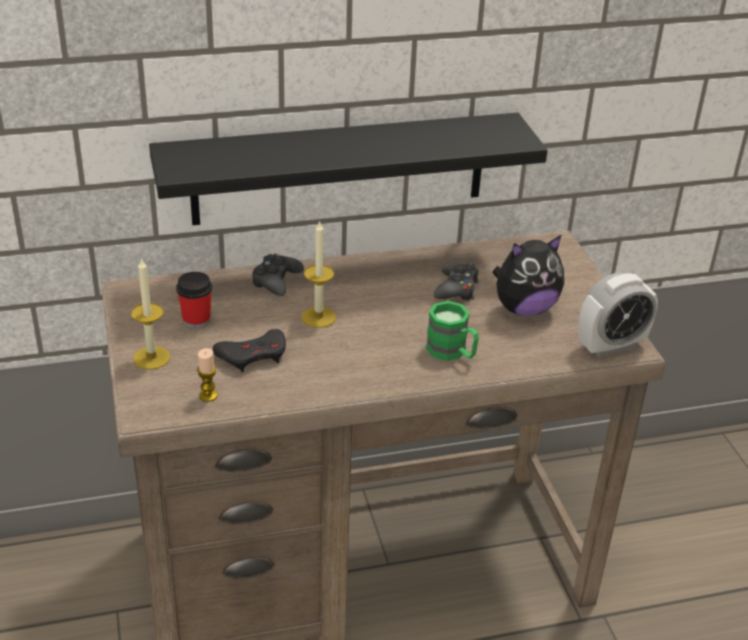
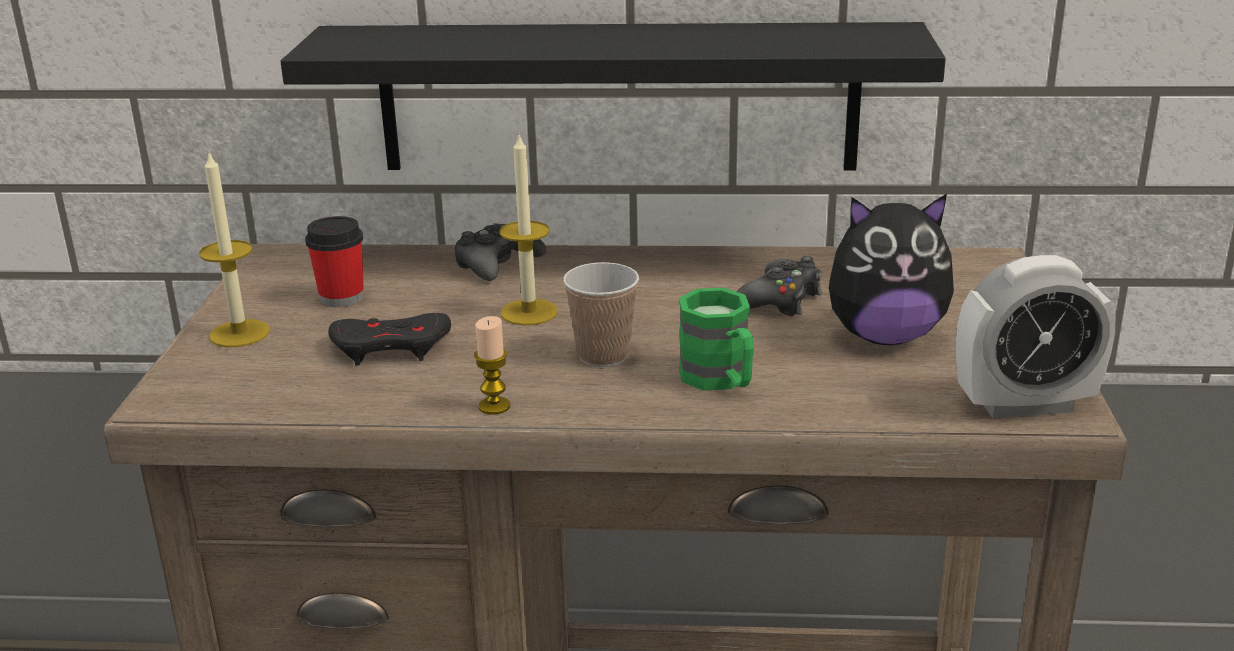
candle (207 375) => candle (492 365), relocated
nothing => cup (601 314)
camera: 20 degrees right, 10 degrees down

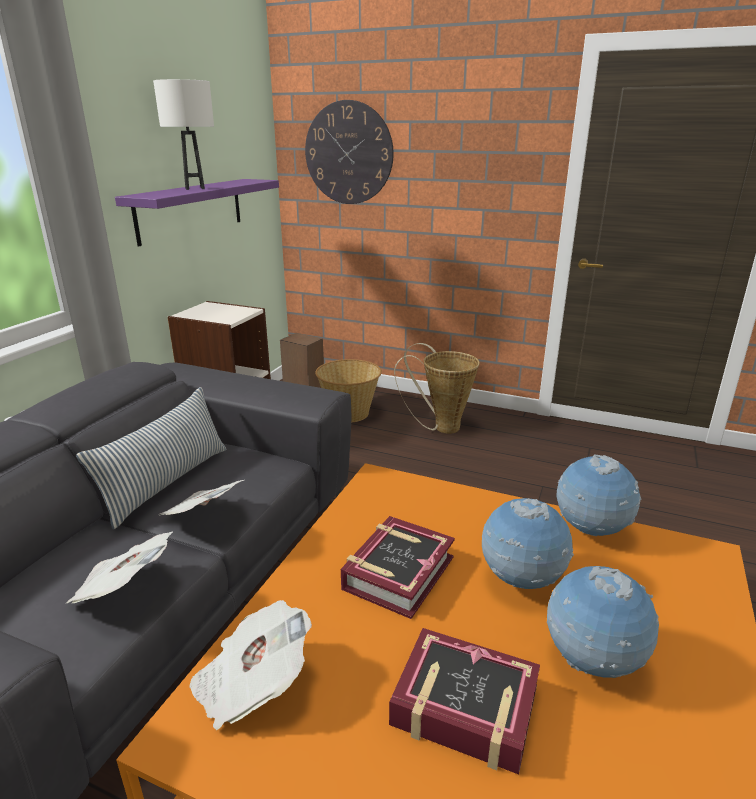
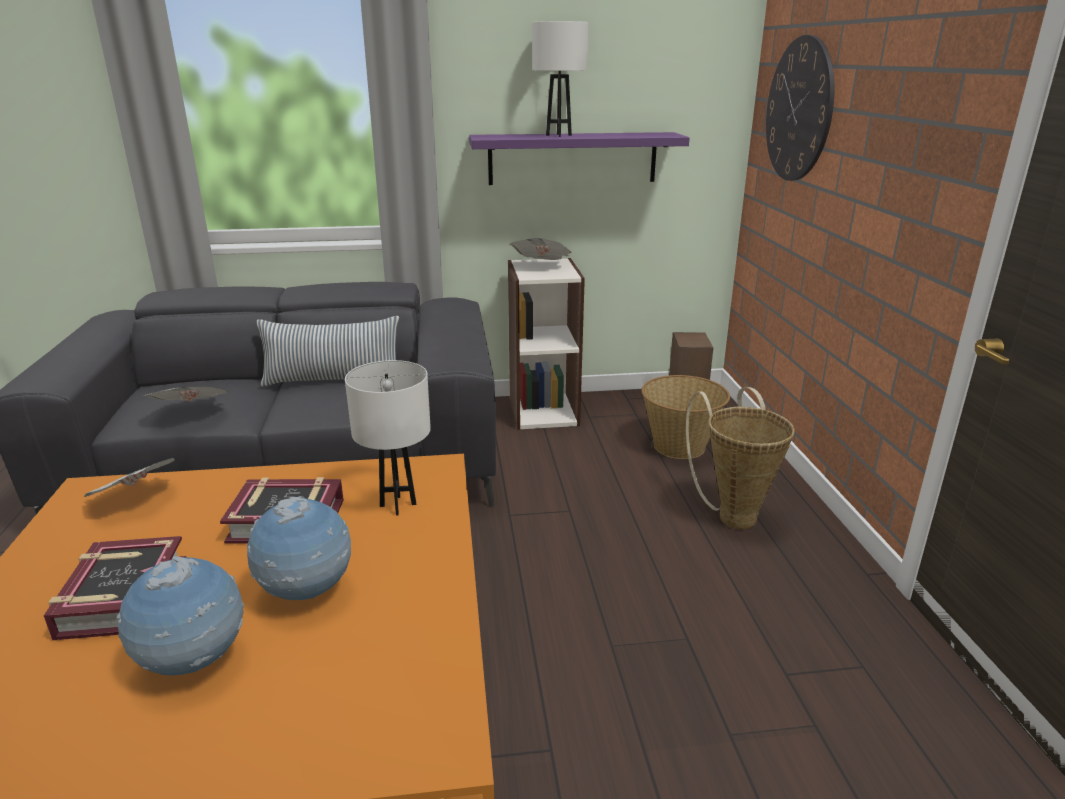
nothing => white_table_lamp (388 437)
newspaper (201 497) => newspaper (540 249), relocated
globe (598 495) => nothing
camera: 60 degrees right, 0 degrees up

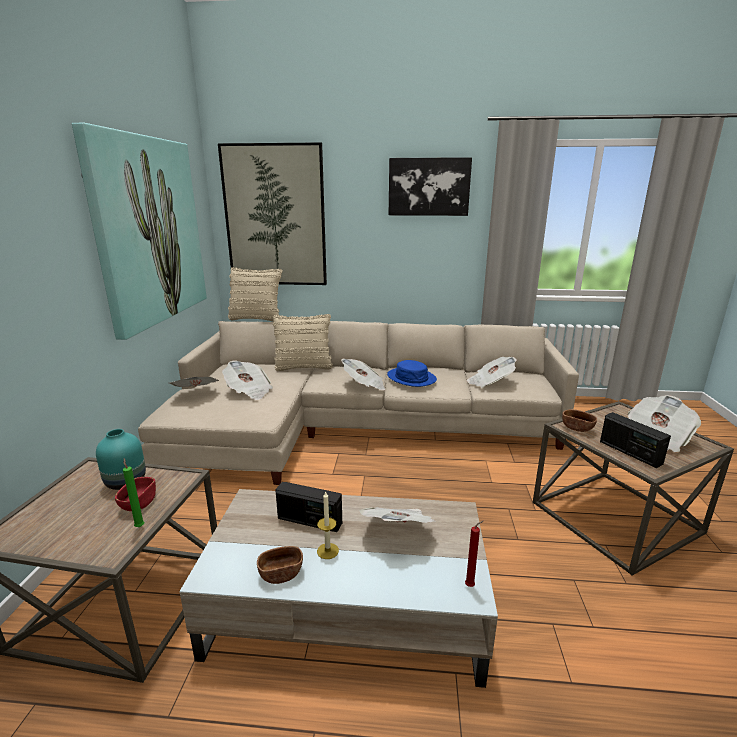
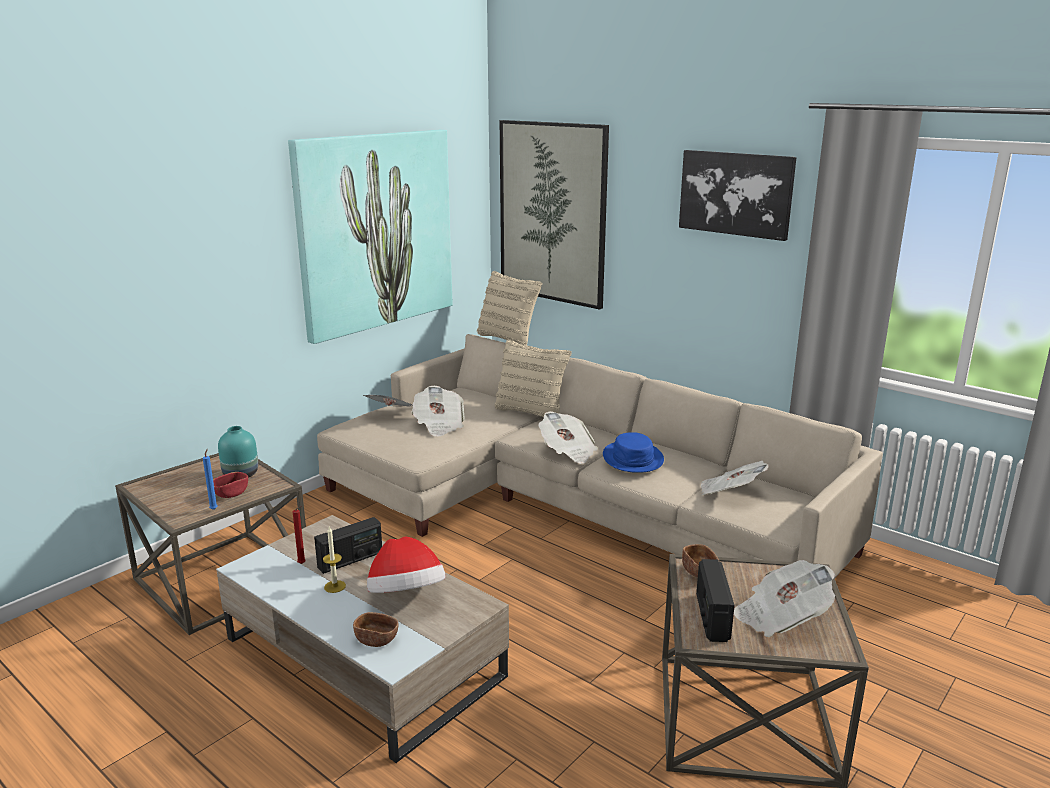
green_candle (133 492) => blue_candle (210 479)
red_candle (474 553) => red_candle (299 535), relocated
radio (309 507) => radio (348 545), 90 degrees counterclockwise
brown_bowl (280 565) => brown_bowl (375 629), relocated
newspaper (397 515) => hat (406 565)
camera: 35 degrees right, 0 degrees up

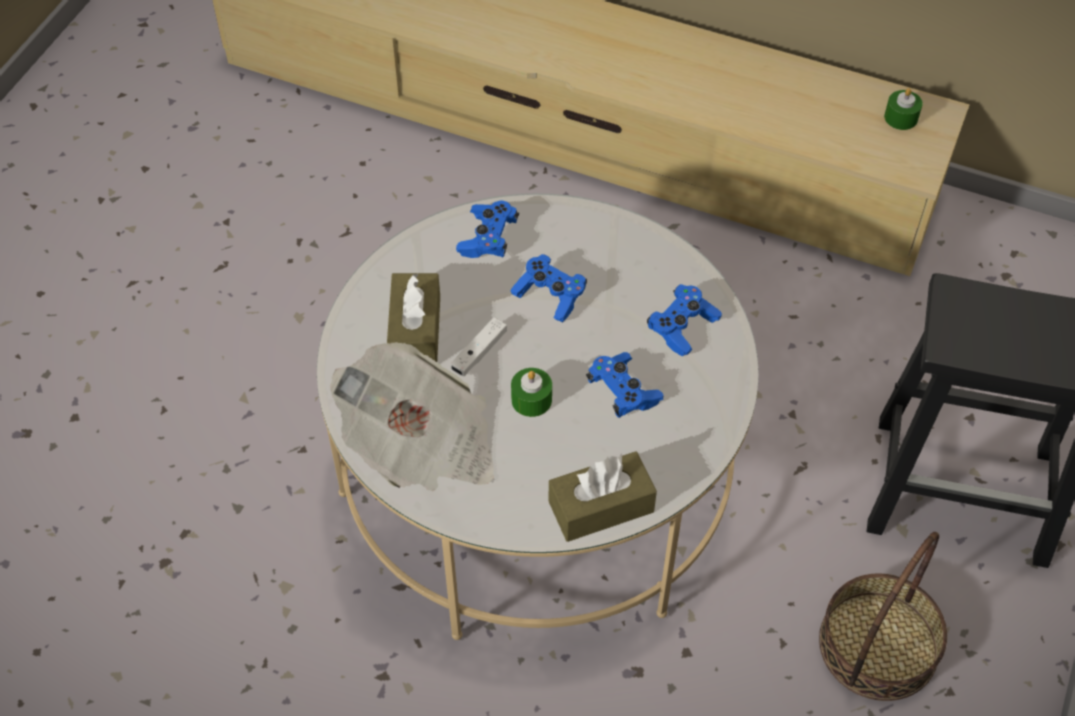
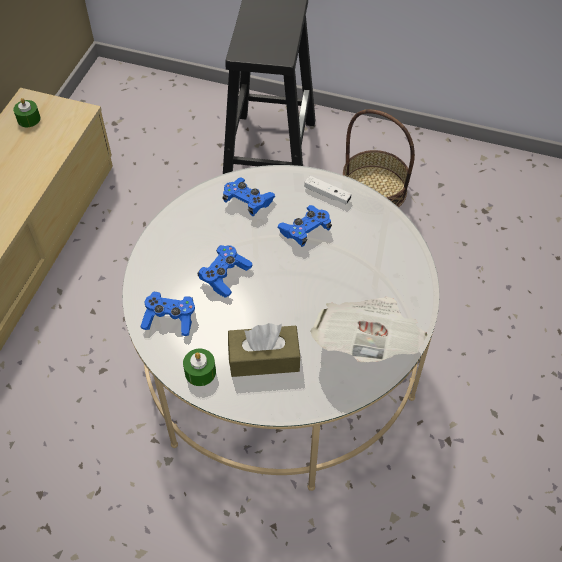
green_candle (531 392) => green_candle (199 367), relocated
white_game_controller (478 346) => white_game_controller (327 190), relocated
brown_tissue_box (603 496) => nothing
camera: 95 degrees left, 0 degrees up

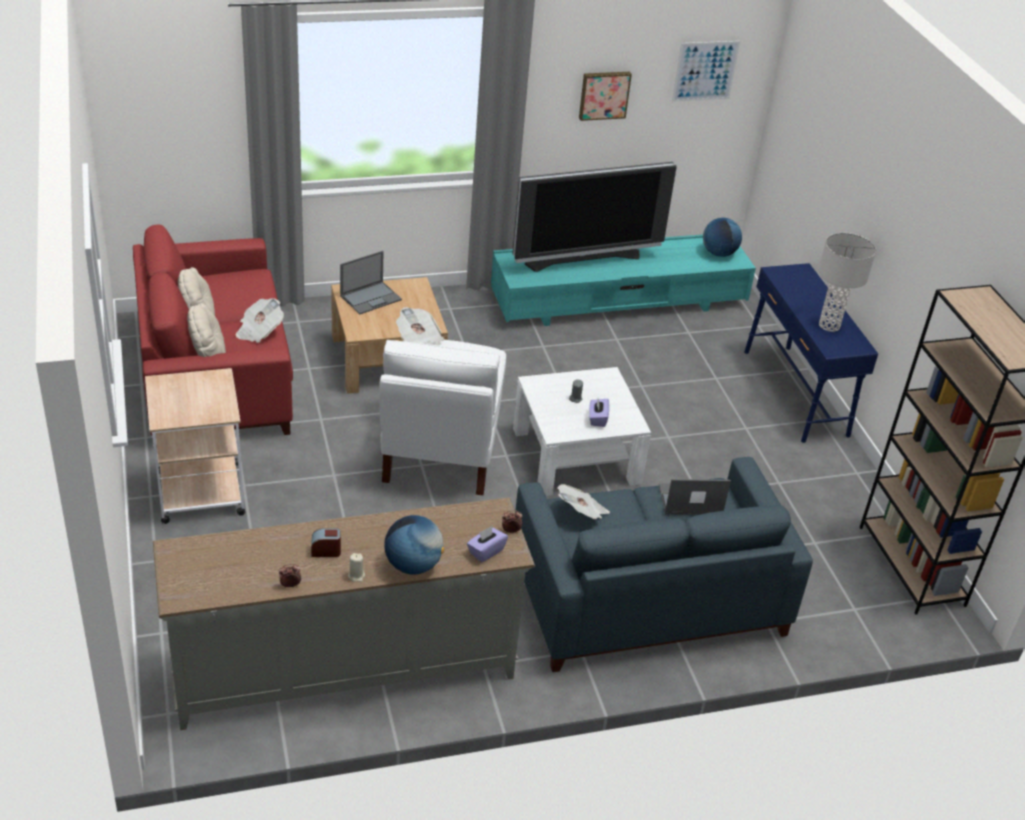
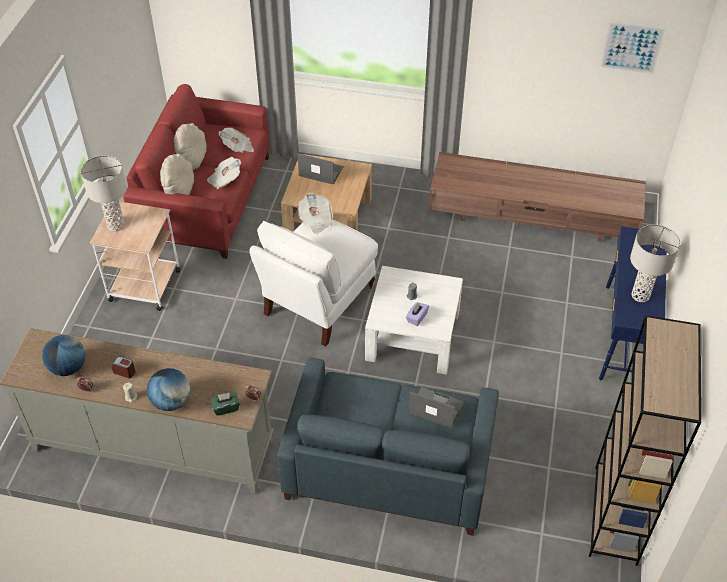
globe (722 237) => globe (63 355), relocated
nothing => white_table_lamp (104 193)
purple_tissue_box (487 544) => green_tissue_box (225 404)
newspaper (584 501) => newspaper (236 140), relocated
laptop (371 282) => laptop (320 169), 150 degrees counterclockwise
turquoise_tv_stand (623 280) => brown_tv_stand (537 197)
television (594 217) => nothing
picture (605 96) => nothing
camera: 30 degrees right, 10 degrees up

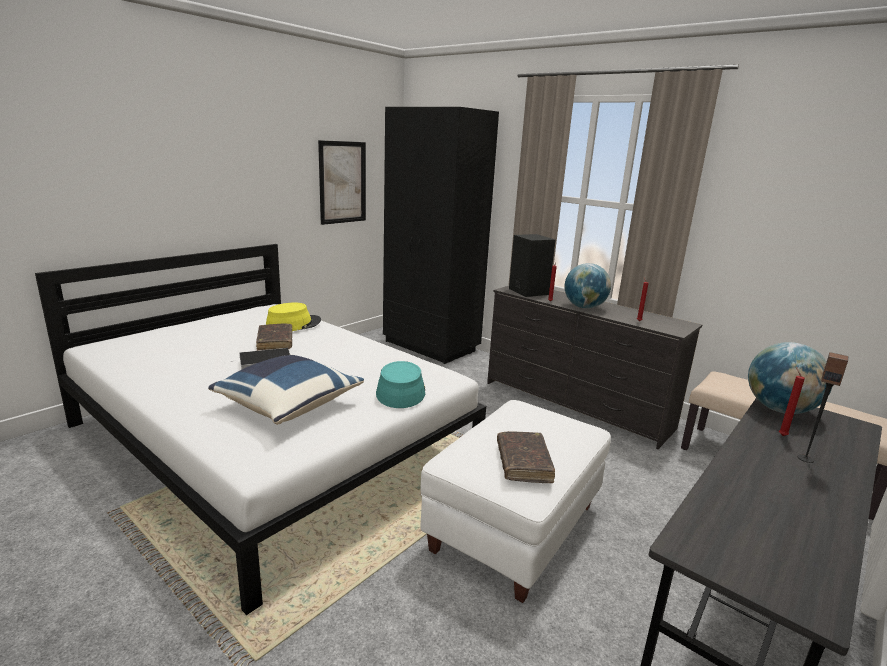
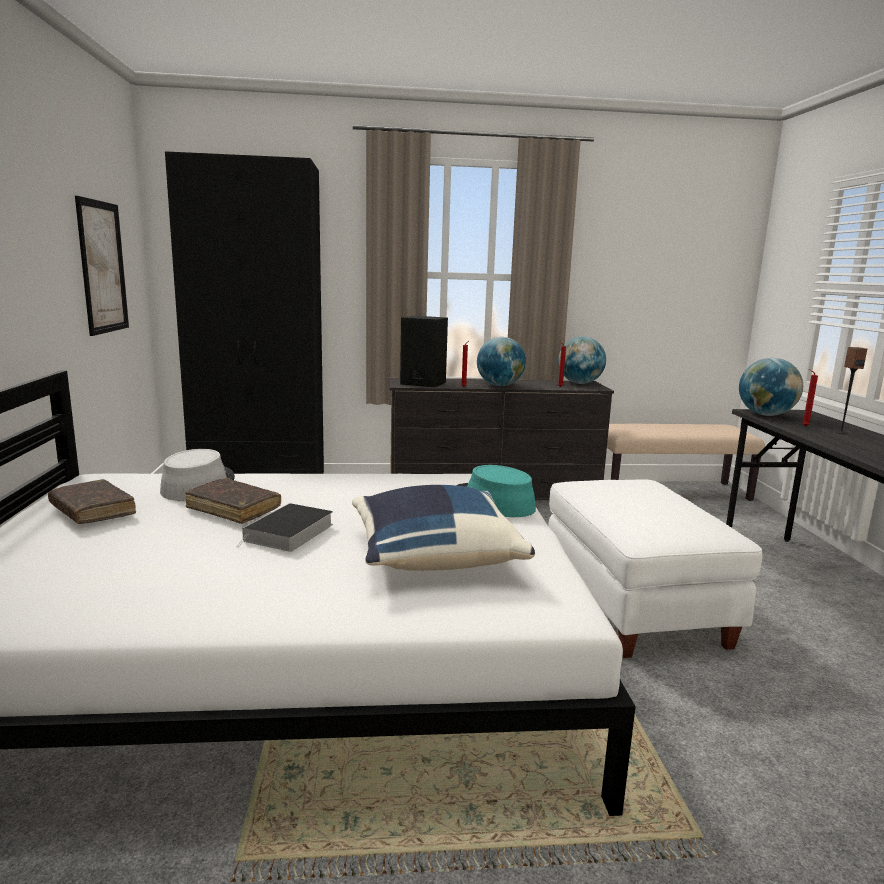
brown_book (526 457) => brown_book (92 501), relocated
yellow_hat (293 317) => grey_hat (197 475)
nothing => globe (582 360)
camera: 45 degrees left, 5 degrees down

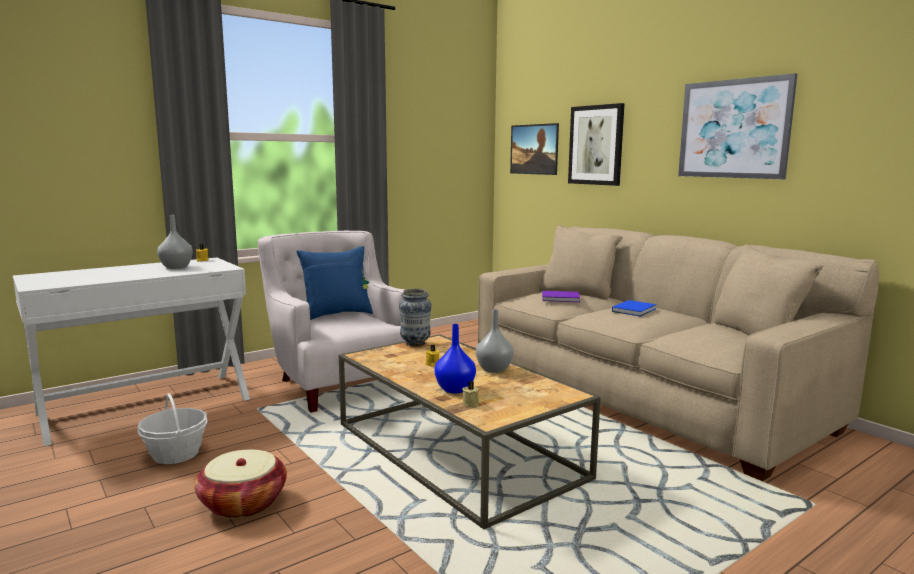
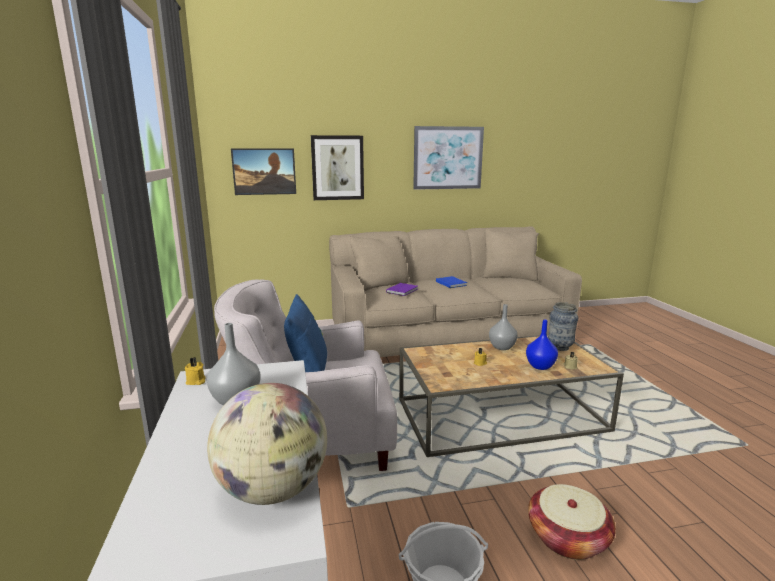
nothing => globe (267 444)
vase (415 317) => vase (563 326), relocated
camera: 65 degrees left, 5 degrees up

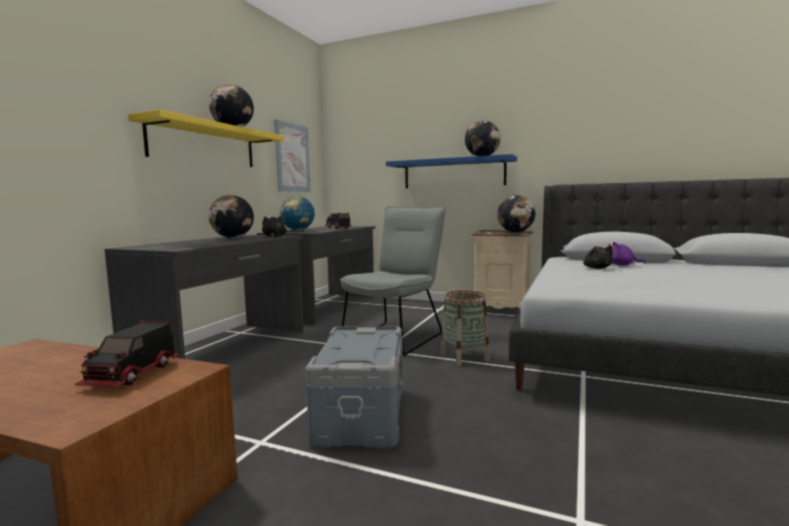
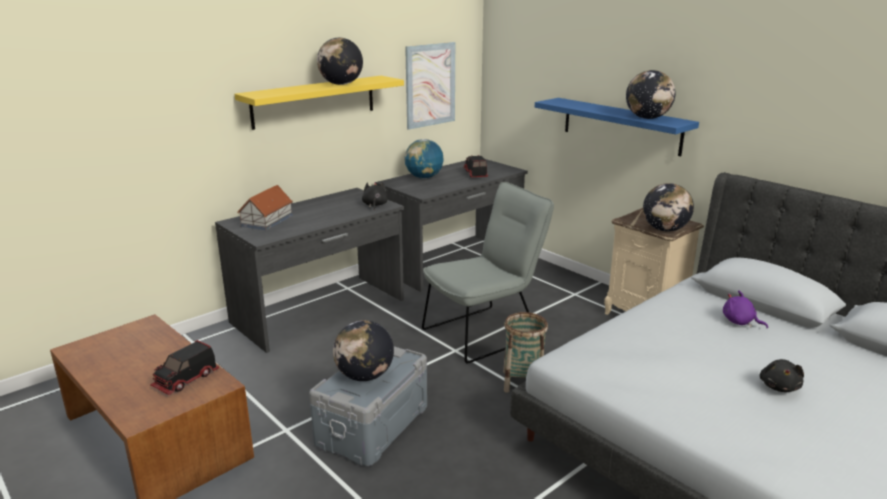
nothing => toy_house (265 207)
globe (231 216) => globe (363 350), relocated
black_plush_toy (598 257) => black_plush_toy (782 375), relocated
camera: 25 degrees right, 15 degrees up

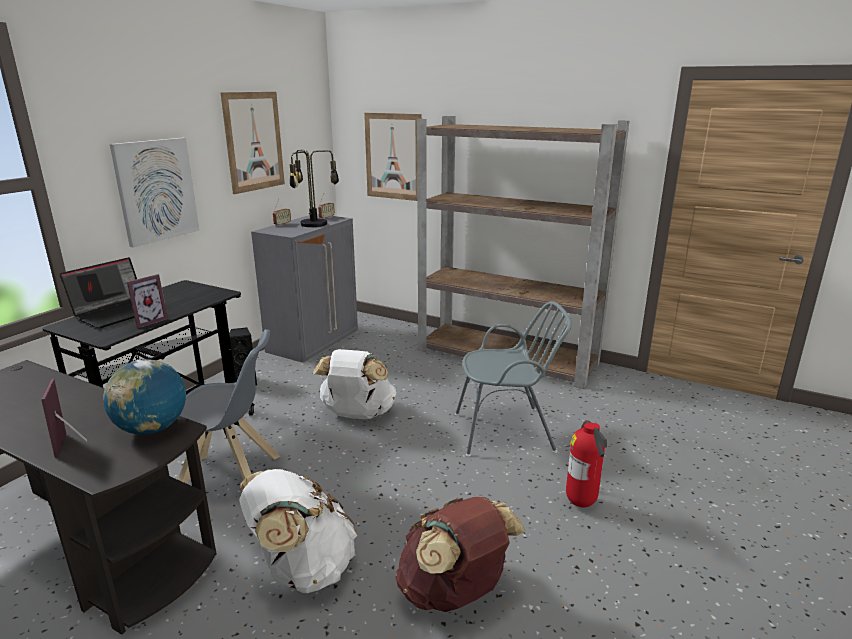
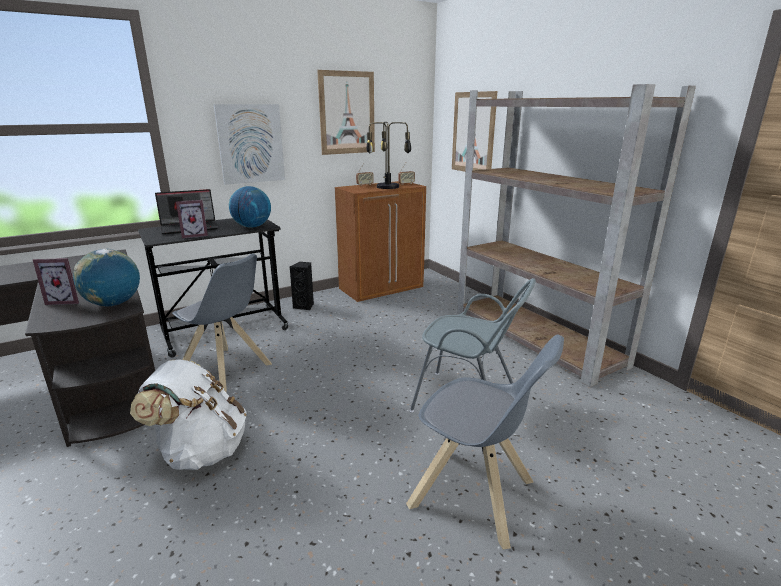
picture_frame (64 418) => picture_frame (56 281), 105 degrees counterclockwise
nothing => globe (250 207)
grey_cabinet (304 288) => brown_cabinet (380 241)
fire_extinguisher (586 463) => grey_chair (485 441)
white_backpack (354 384) => nothing
brown_backpack (460 554) => nothing
camera: 30 degrees right, 0 degrees up

